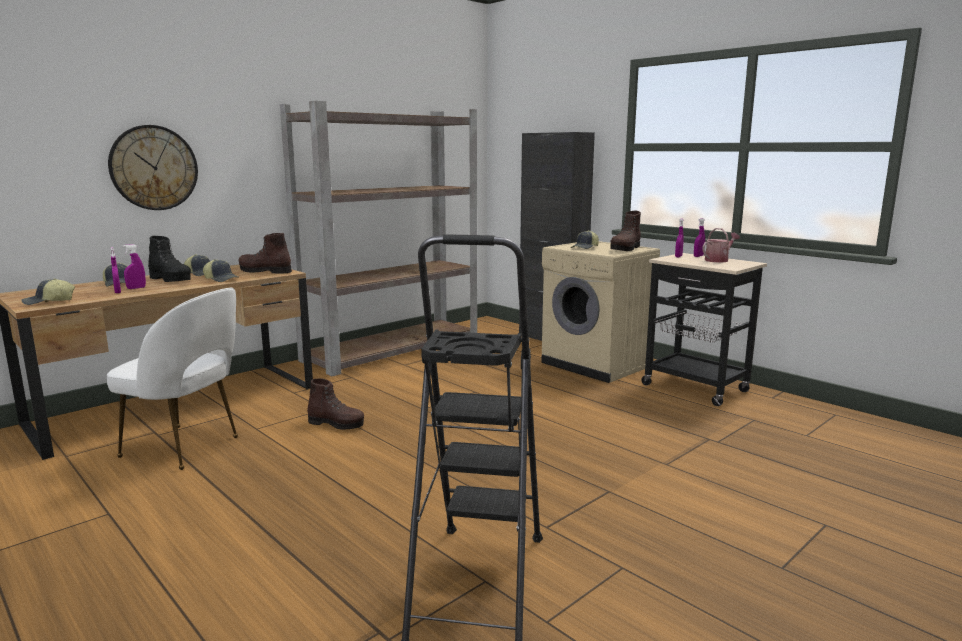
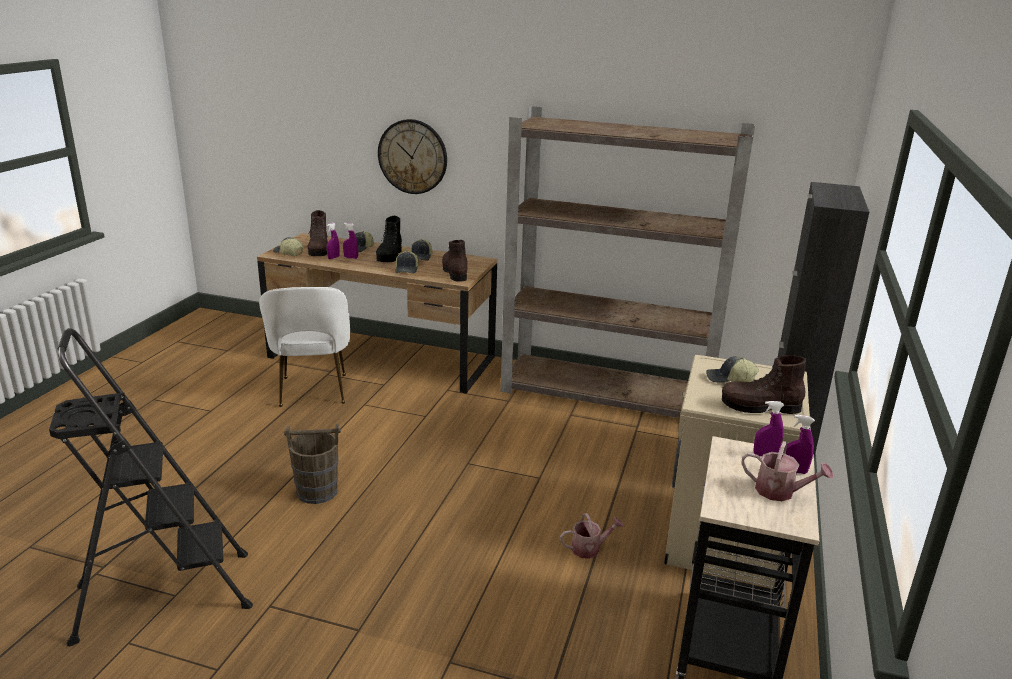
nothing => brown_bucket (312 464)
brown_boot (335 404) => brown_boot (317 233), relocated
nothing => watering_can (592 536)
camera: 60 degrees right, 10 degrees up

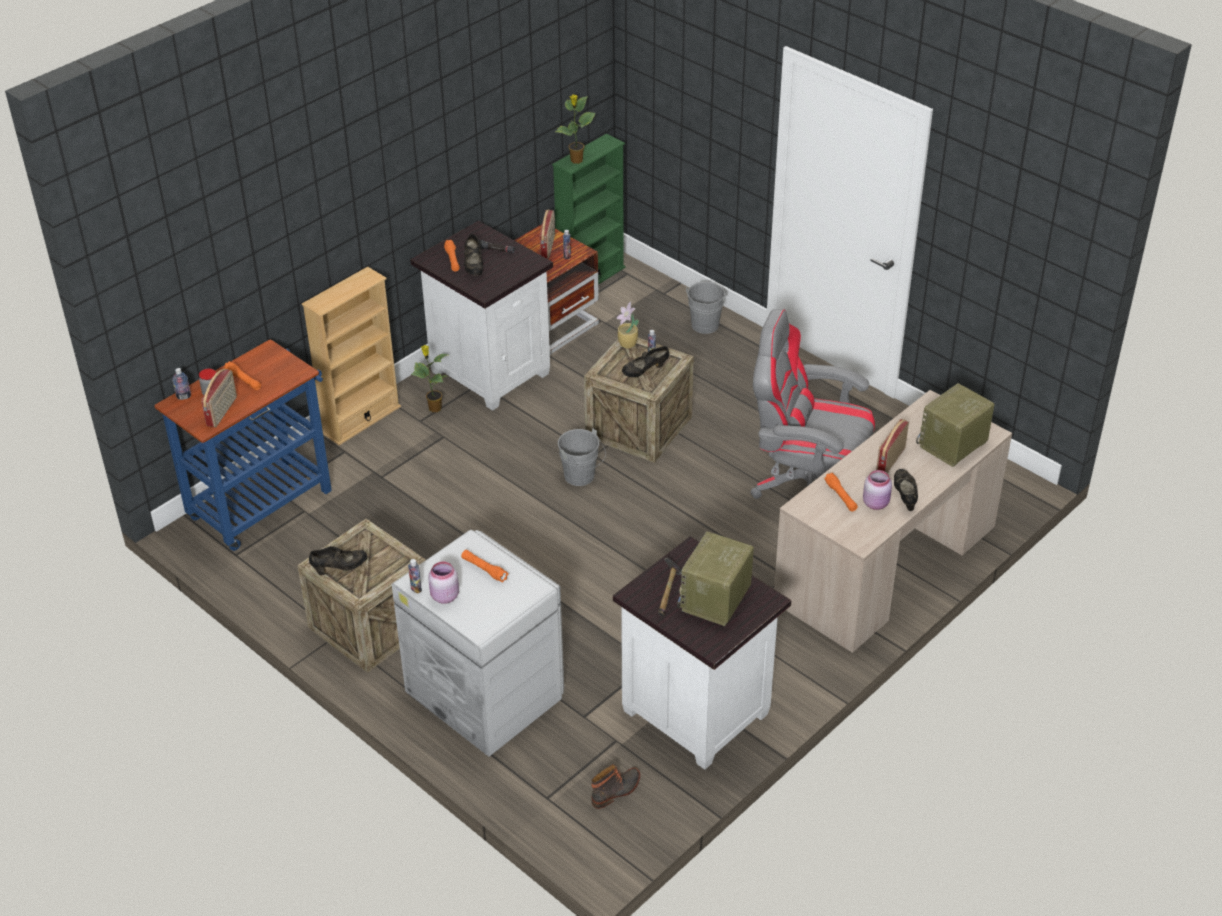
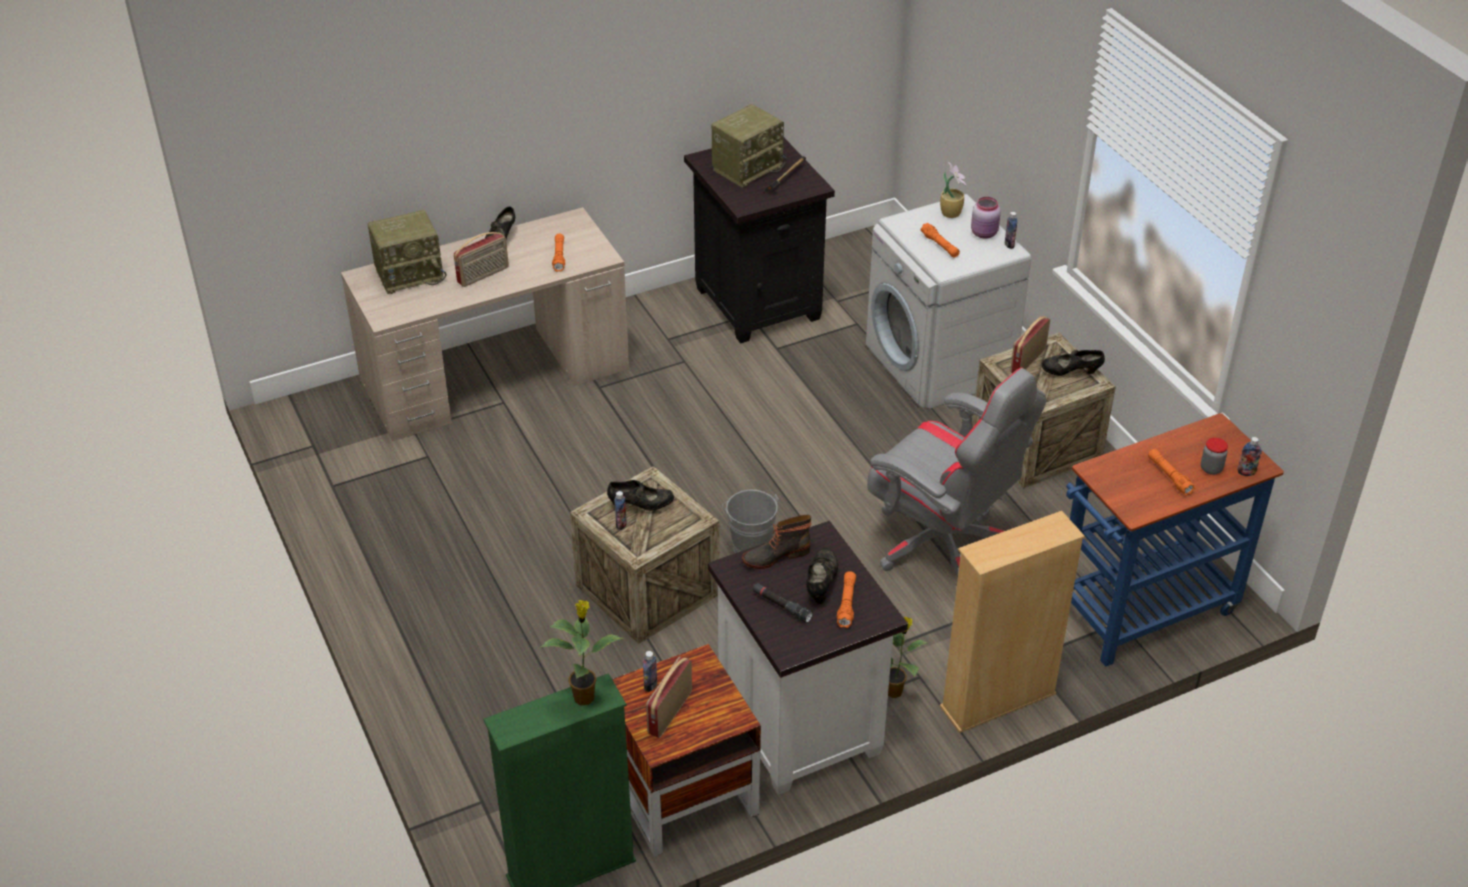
white_cabinet (702 653) => black_cabinet (759 241)
boot (616 786) => boot (776 542), relocated
grey_office_chair (813 404) => grey_office_chair (956 472), relocated
potted_plant (627 325) => potted_plant (953 190), relocated
radio (219 398) => radio (1030 344), relocated
grey_bucket (706 308) => nothing
pink_jar (877 490) => nothing
camera: 160 degrees left, 0 degrees up

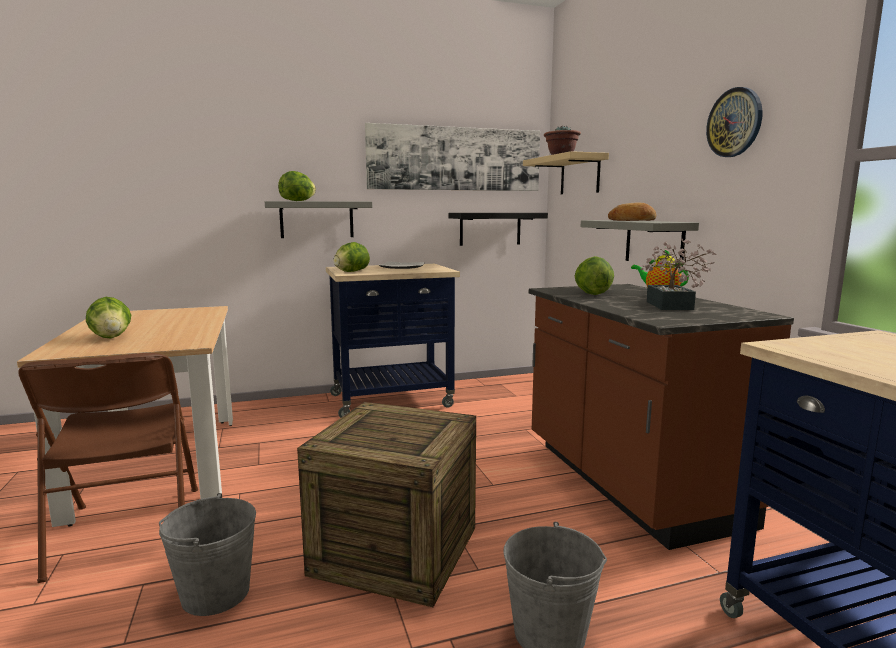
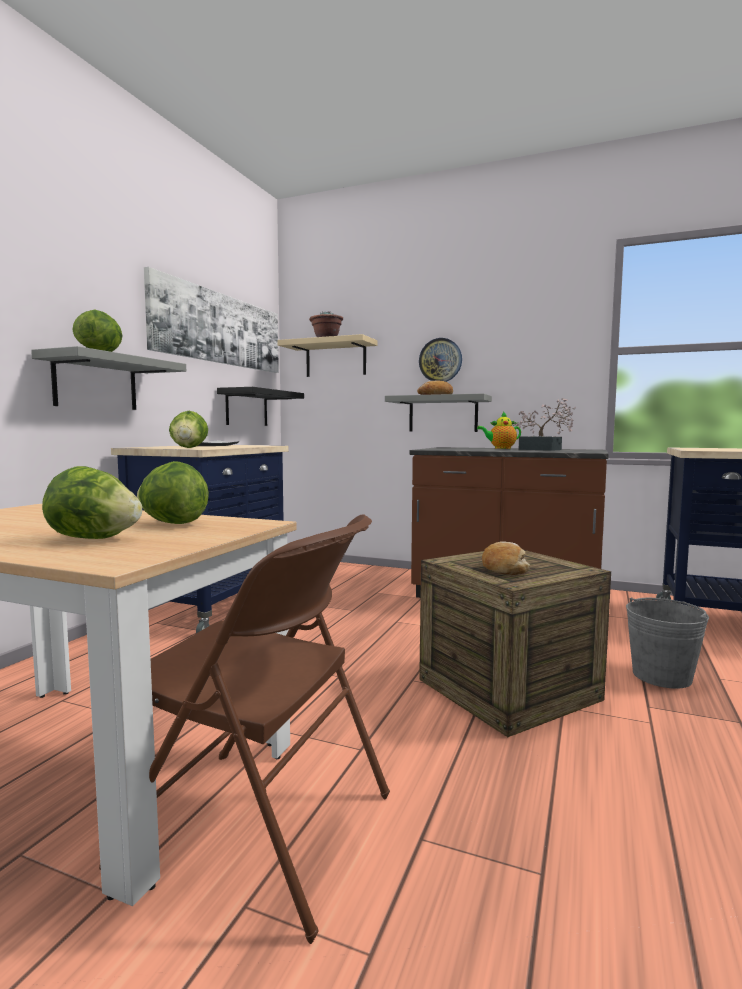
lettuce (594 275) => lettuce (173 492), relocated
wall_clock (734 122) => wall_clock (440 360), relocated
nothing => bread (506 558)
grey_bucket (207 554) => nothing
camera: 50 degrees left, 5 degrees down

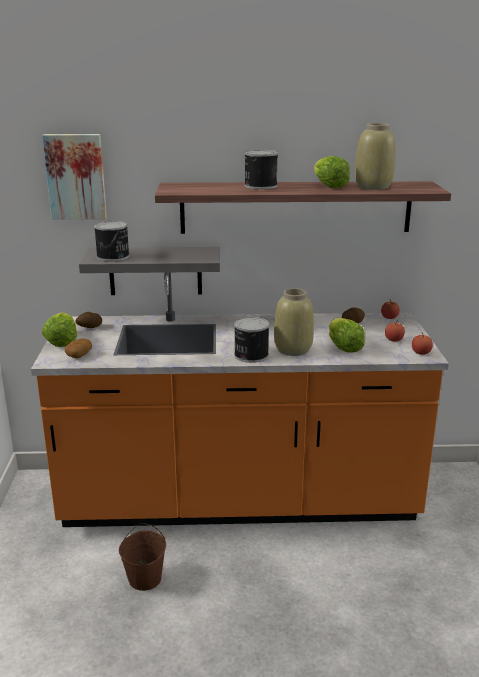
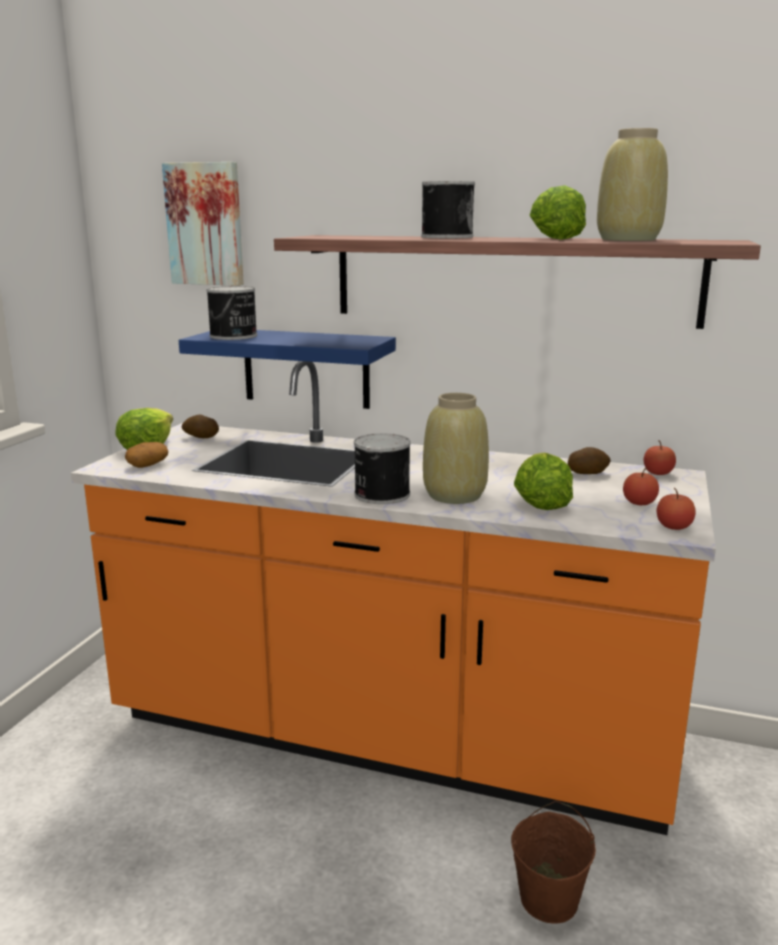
grey_shelf (149 271) => blue_shelf (287 369)
brown_bucket (142 557) => brown_bucket (553 862), relocated
camera: 20 degrees right, 5 degrees down

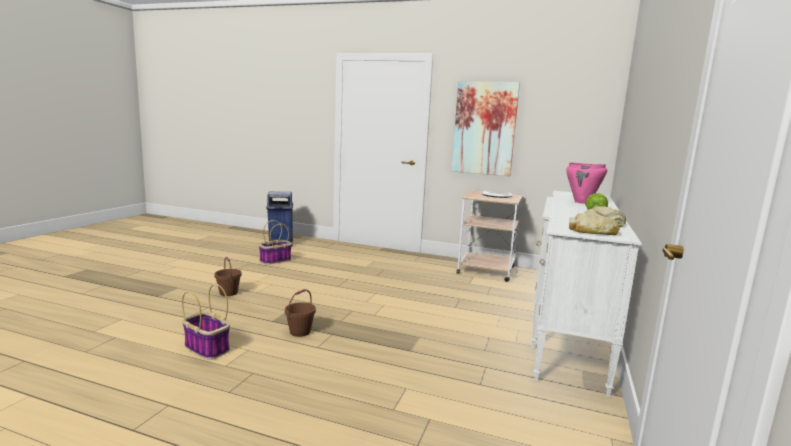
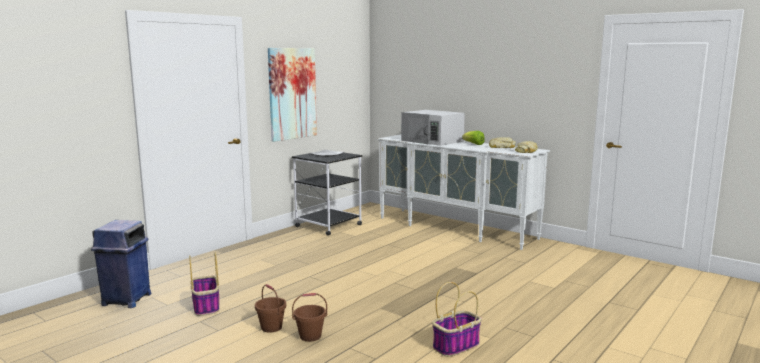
brown_bucket (300 313) => brown_bucket (270 308), relocated
beige_cart (490 236) => black_cart (327 194)
pink_cooking_pot (586 183) => white_microwave (433 128)
camera: 70 degrees left, 0 degrees up

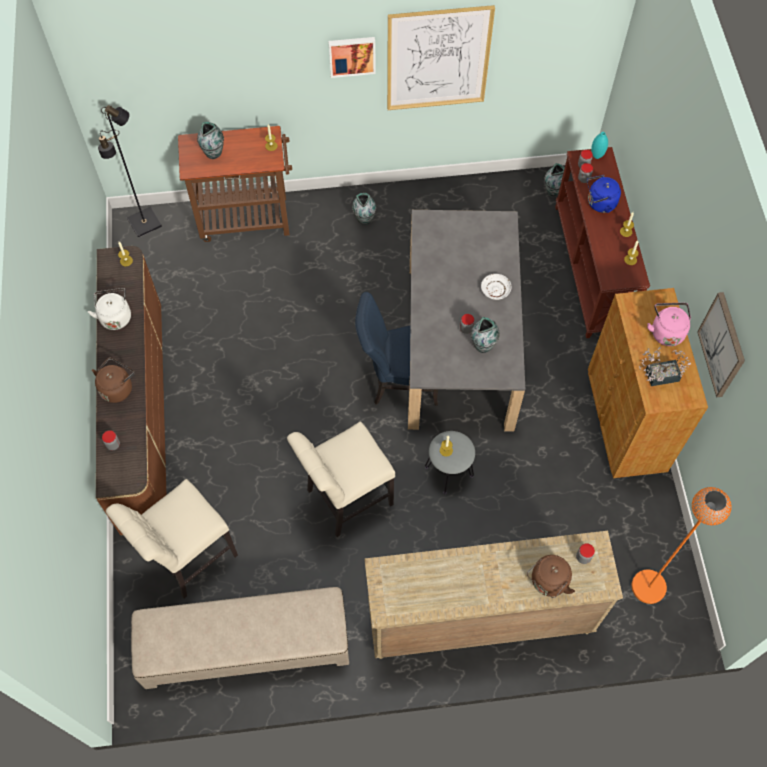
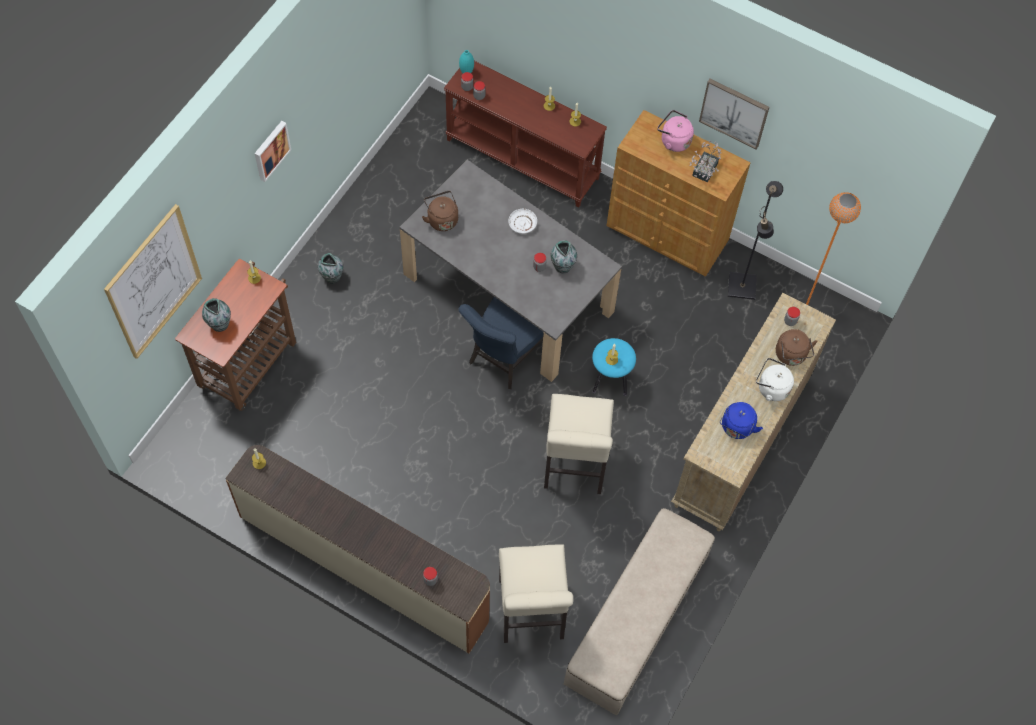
picture (441 57) => picture (153 281), relocated
brown_kettle (113 380) => brown_kettle (440 211), relocated
grey_stool (450 462) => turquoise_stool (614 367)
blue_kettle (604 194) => blue_kettle (741 420), relocated
black_floor_lamp (130 171) => black_floor_lamp (755 240), relocated
white_kettle (109 309) => white_kettle (775 379), relocated
vase (554 179) => nothing
camera: 55 degrees left, 0 degrees up

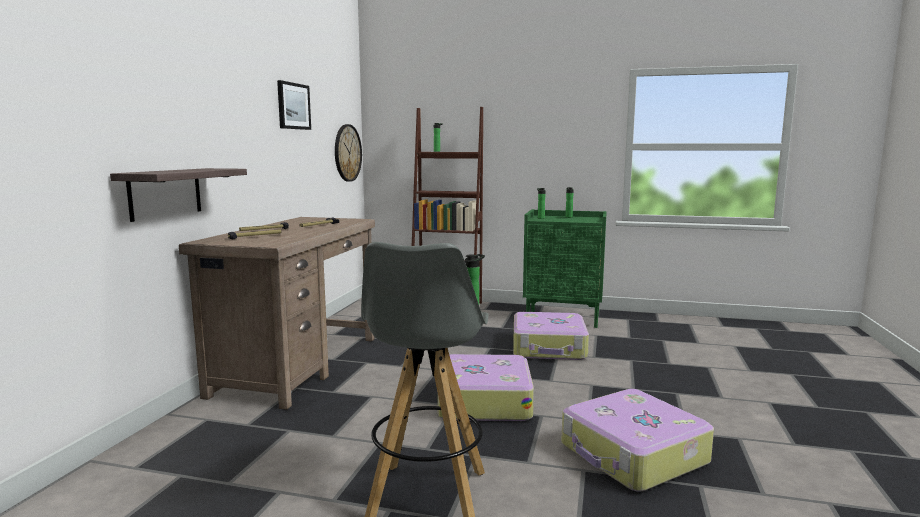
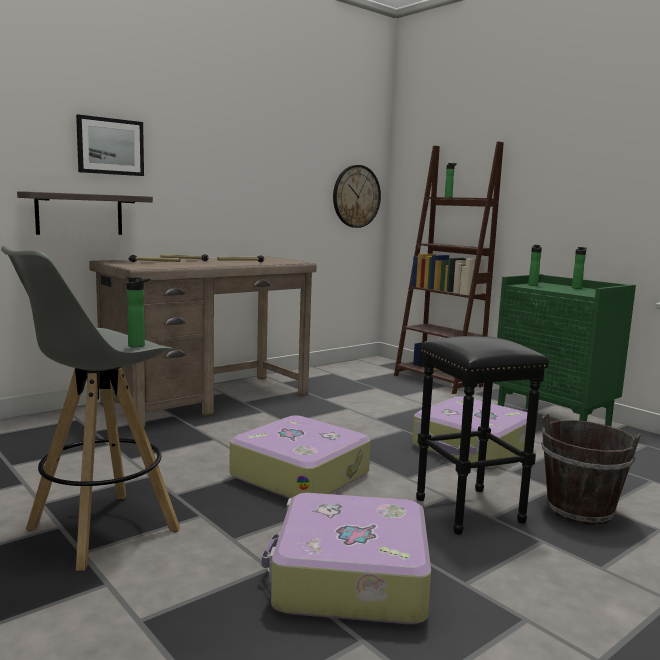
picture (294 105) => picture (110 145), relocated
nothing => black_stool (482 435)
nothing => brown_bucket (591 469)
camera: 35 degrees right, 0 degrees up

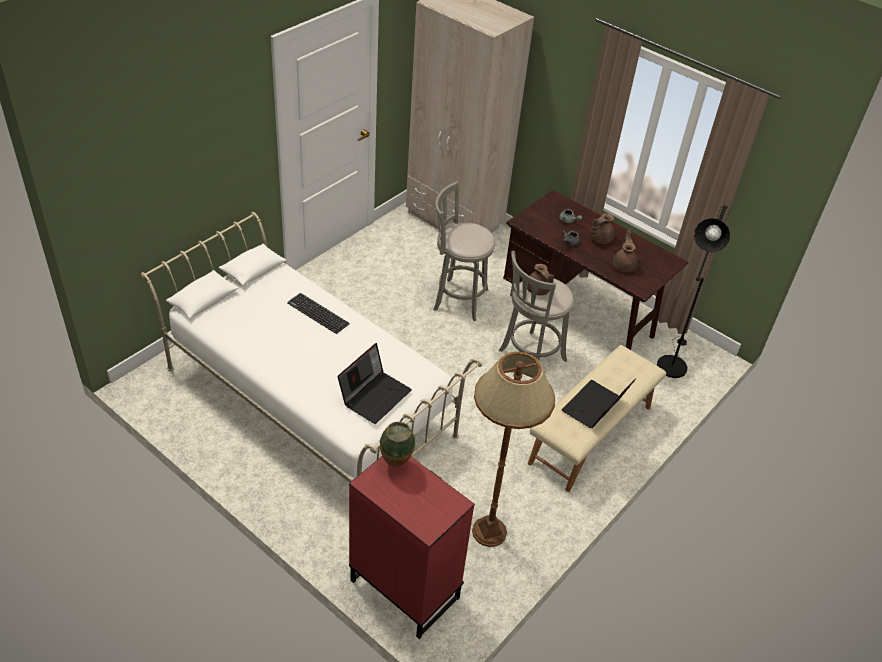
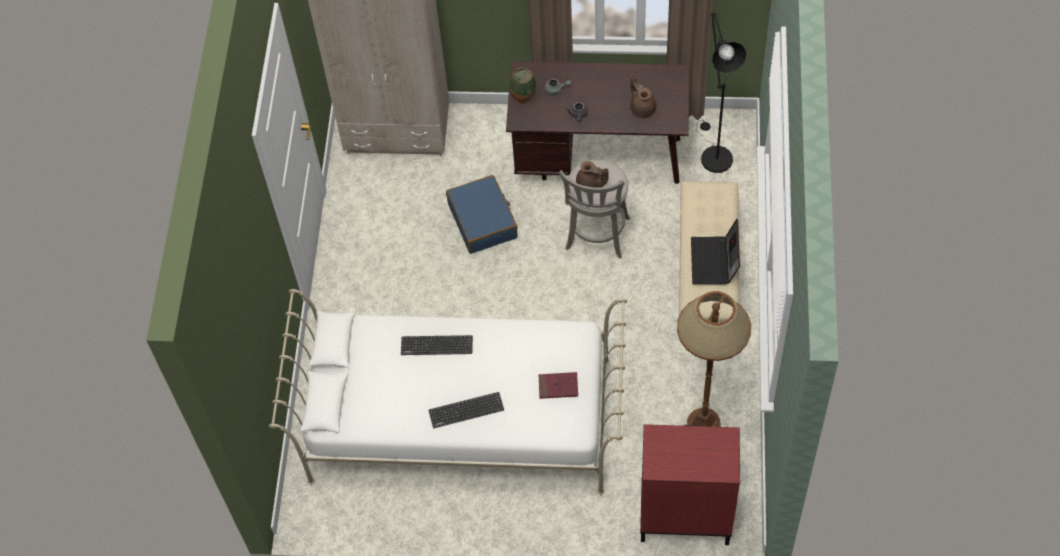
nothing => keyboard (466 410)
grey_stool (464 251) => blue_suitcase (482 214)
vase (397 444) => vase (523 85), relocated
laptop (374 383) => red_book (558 385)
brown_teapot (602 228) => nothing
camera: 30 degrees left, 15 degrees up

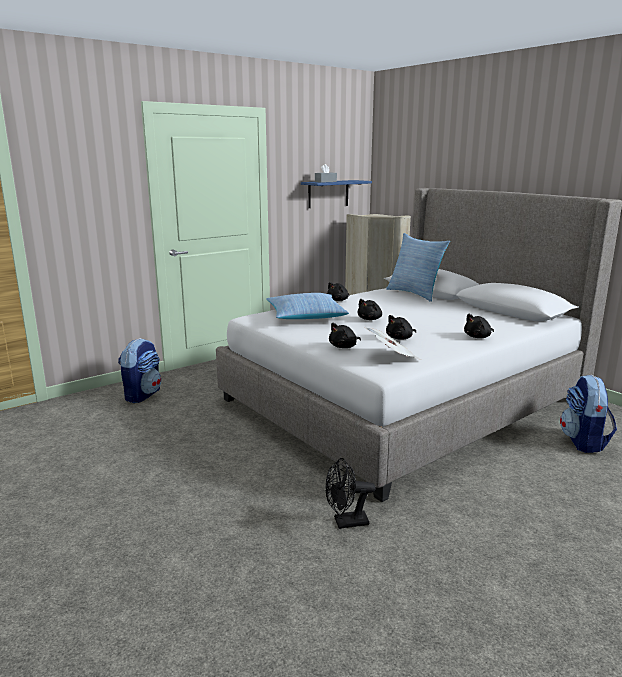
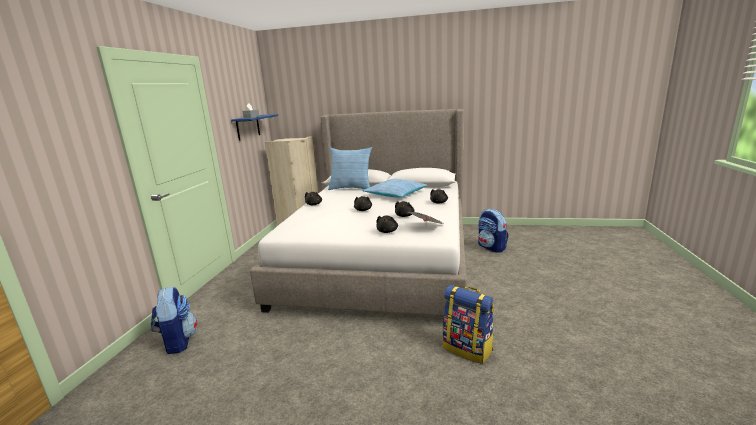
pillow (307 306) => pillow (395 188), relocated
black_fan (351 493) => backpack (468 324)
camera: 40 degrees left, 0 degrees up

